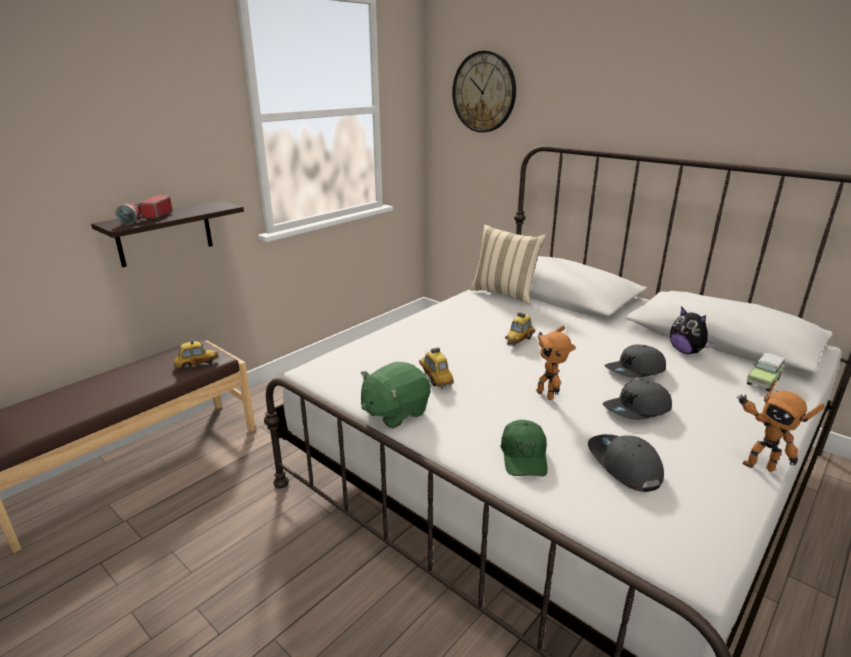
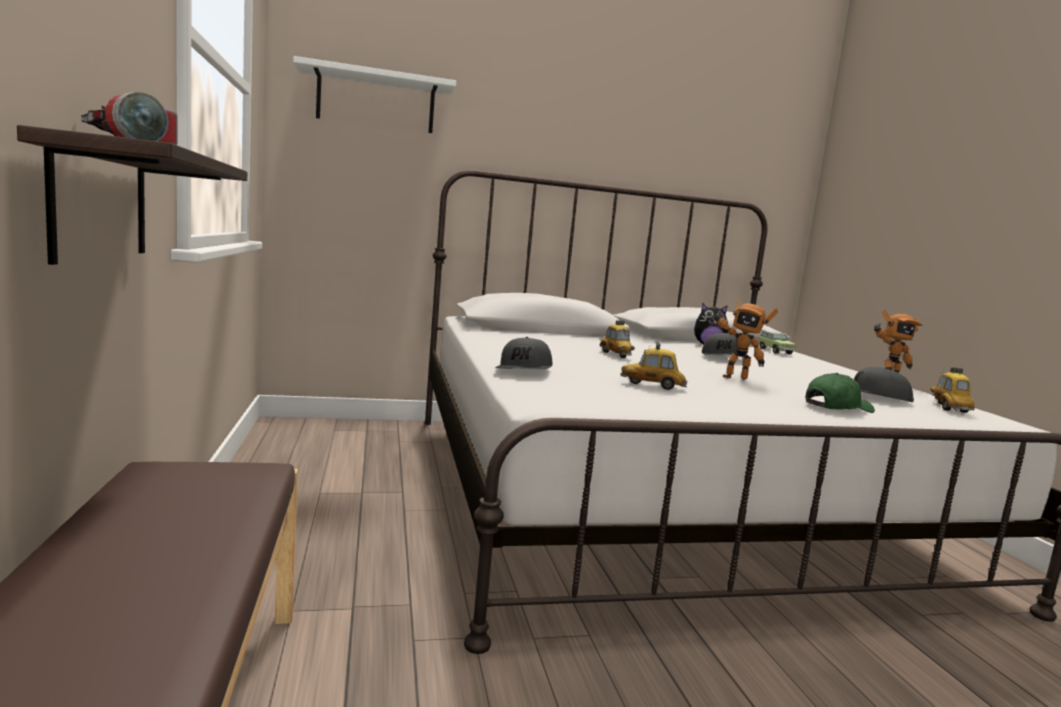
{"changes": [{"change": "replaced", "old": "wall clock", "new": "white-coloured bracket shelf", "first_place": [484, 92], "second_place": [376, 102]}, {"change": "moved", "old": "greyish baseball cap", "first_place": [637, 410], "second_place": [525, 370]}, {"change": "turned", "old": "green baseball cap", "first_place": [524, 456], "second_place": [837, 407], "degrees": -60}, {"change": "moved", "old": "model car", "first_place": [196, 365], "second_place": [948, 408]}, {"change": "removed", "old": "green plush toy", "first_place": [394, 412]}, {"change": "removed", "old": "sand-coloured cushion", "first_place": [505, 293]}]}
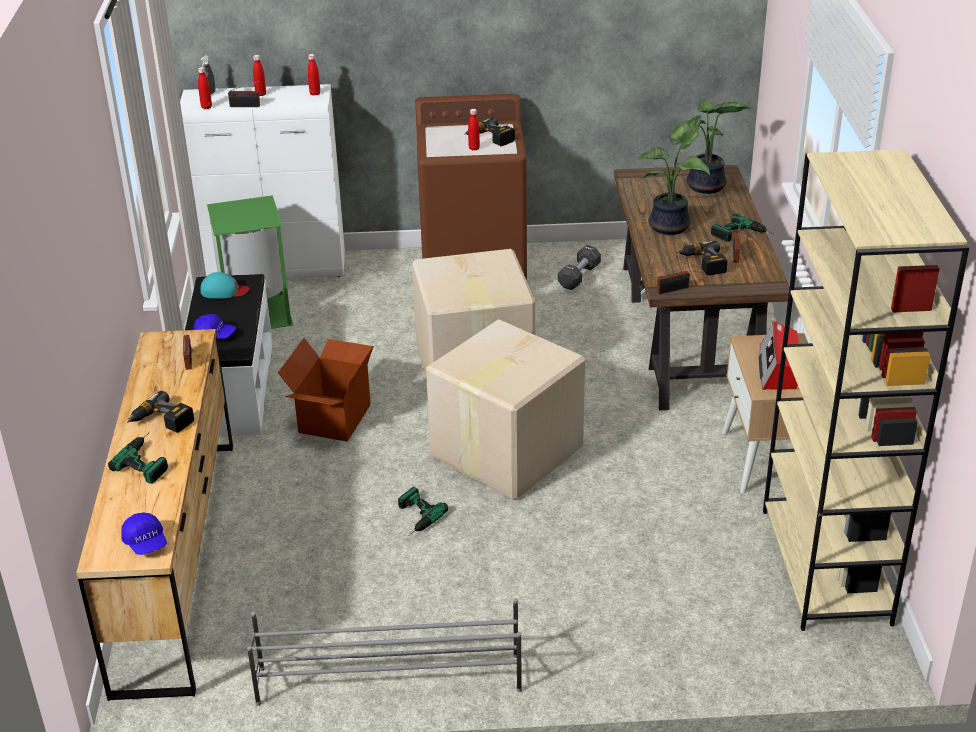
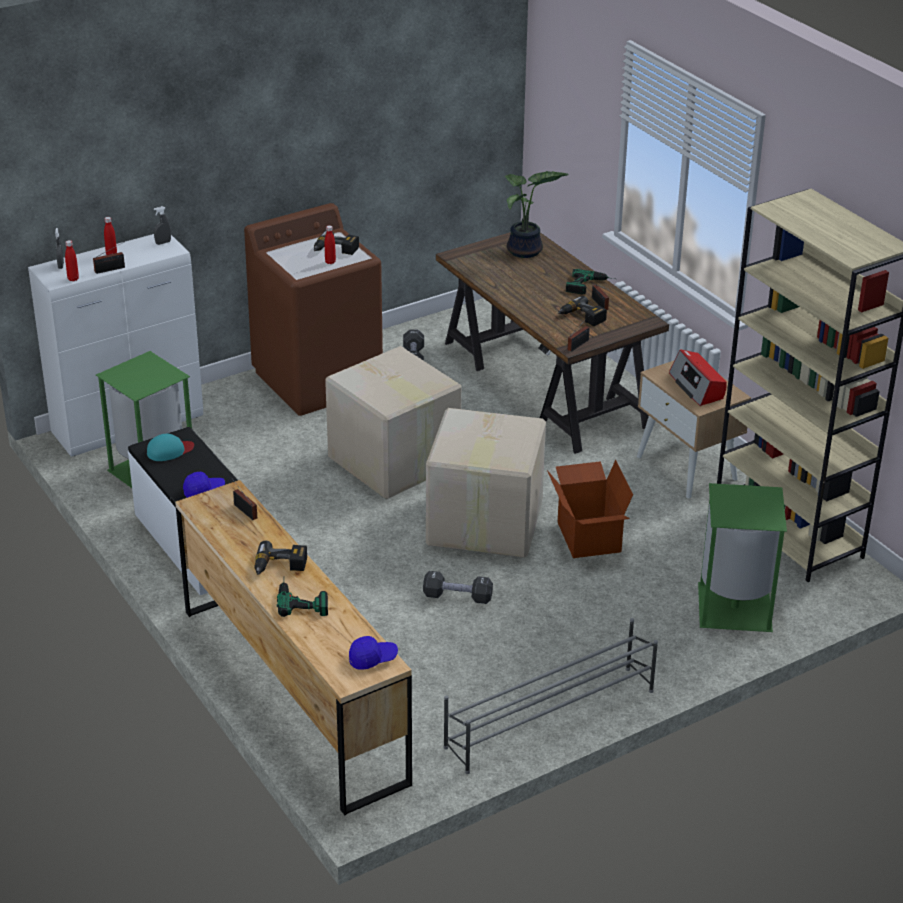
{"changes": [{"change": "replaced", "old": "red-coloured beverage bottle", "new": "greyish spray bottle", "first_place": [315, 93], "second_place": [163, 243]}, {"change": "turned", "old": "blue-coloured baseball cap", "first_place": [146, 543], "second_place": [372, 659], "degrees": -45}, {"change": "replaced", "old": "power drill", "new": "black-coloured dumbbell", "first_place": [414, 518], "second_place": [457, 597]}, {"change": "moved", "old": "cardboard box", "first_place": [333, 418], "second_place": [587, 537]}, {"change": "added", "new": "green trash can", "second_place": [736, 608]}, {"change": "removed", "old": "plant in a pot", "first_place": [672, 226]}]}
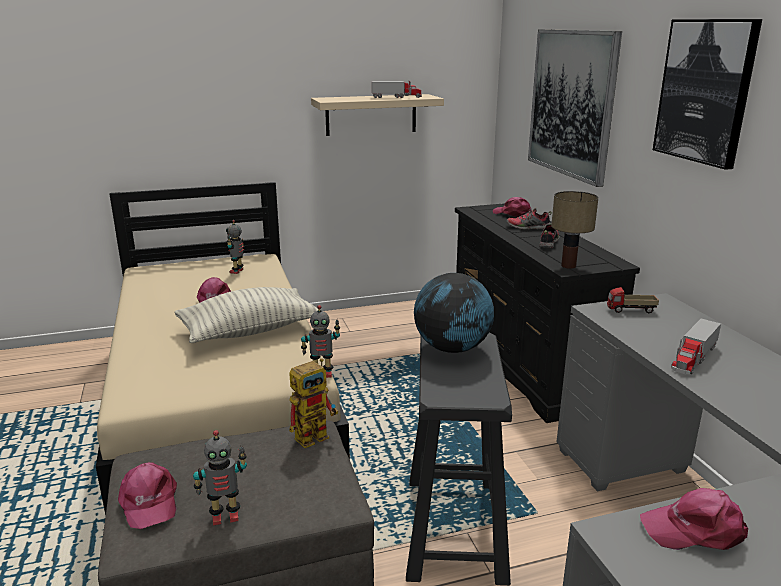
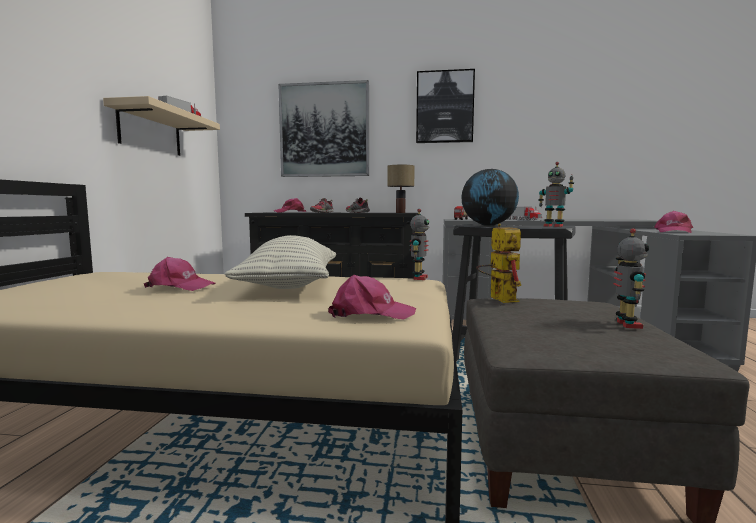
{"changes": [{"change": "moved", "old": "pinkish baseball cap", "first_place": [148, 502], "second_place": [370, 313]}, {"change": "moved", "old": "robot figure", "first_place": [237, 271], "second_place": [553, 226]}]}
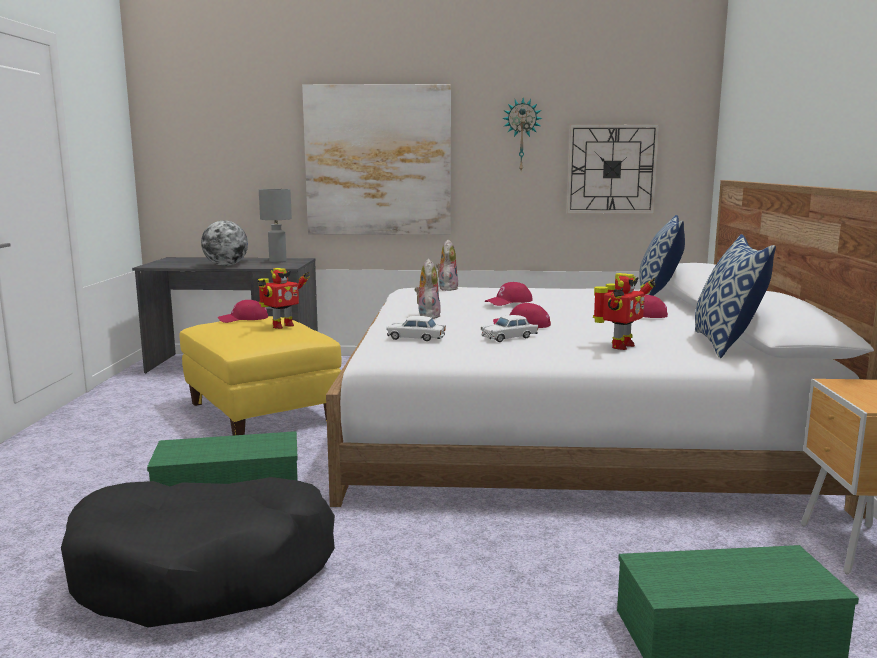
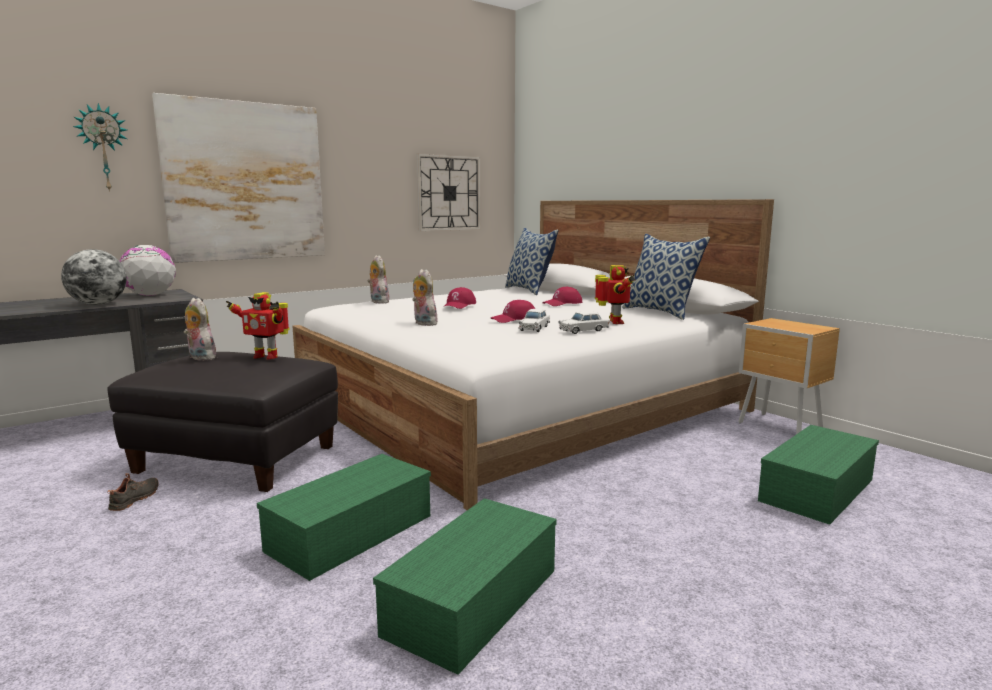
{"changes": [{"change": "moved", "old": "wall clock", "first_place": [521, 135], "second_place": [103, 148]}, {"change": "recoloured", "old": "yellow footrest", "new": "black-coloured footrest", "first_place": [261, 412], "second_place": [237, 459]}, {"change": "added", "new": "black-coloured item of footwear", "second_place": [136, 499]}, {"change": "replaced", "old": "greyish lamp for a table", "new": "world globe", "first_place": [277, 261], "second_place": [150, 295]}, {"change": "replaced", "old": "red-coloured baseball cap", "new": "plush toy", "first_place": [243, 319], "second_place": [200, 358]}, {"change": "turned", "old": "robot figure", "first_place": [281, 326], "second_place": [266, 356], "degrees": 105}, {"change": "replaced", "old": "black-coloured pet bed", "new": "green storage box", "first_place": [204, 572], "second_place": [473, 603]}, {"change": "moved", "old": "white-coloured model car", "first_place": [416, 338], "second_place": [583, 330]}]}
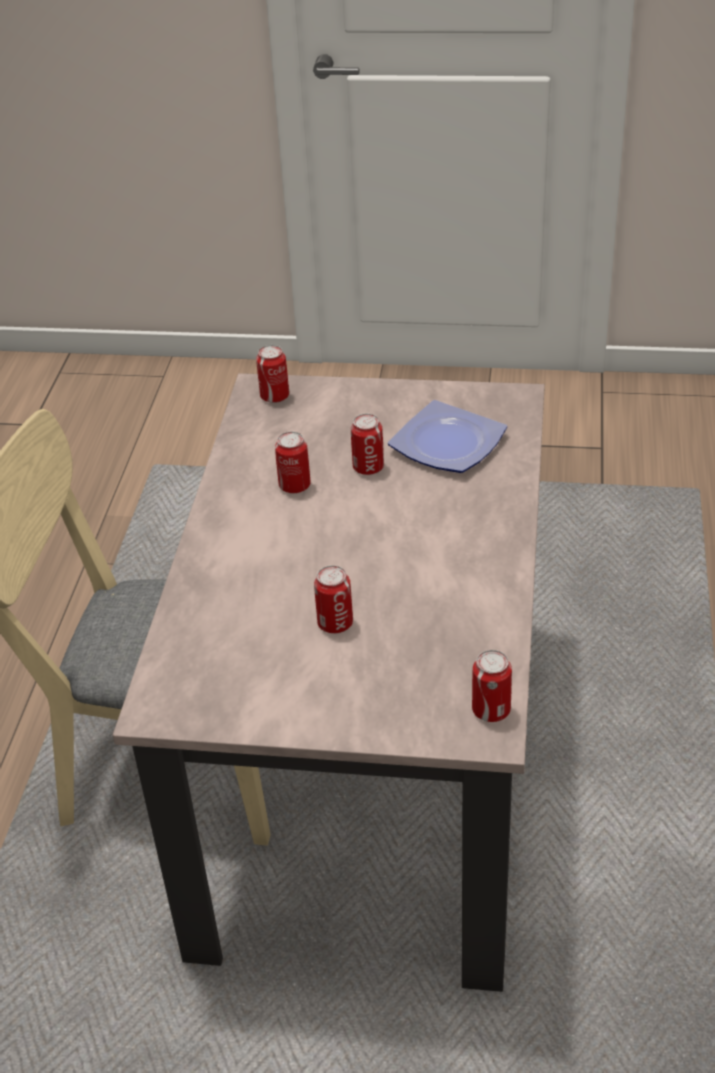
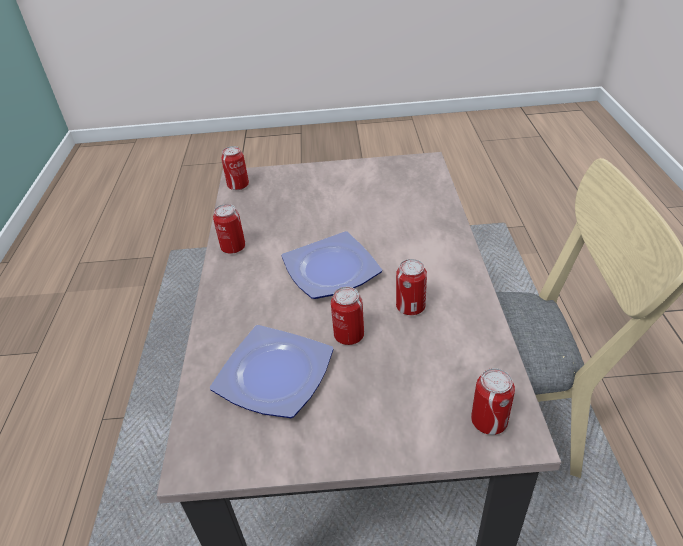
{"changes": [{"change": "moved", "old": "metal can", "first_place": [335, 623], "second_place": [233, 247]}, {"change": "added", "new": "plate", "second_place": [329, 270]}]}
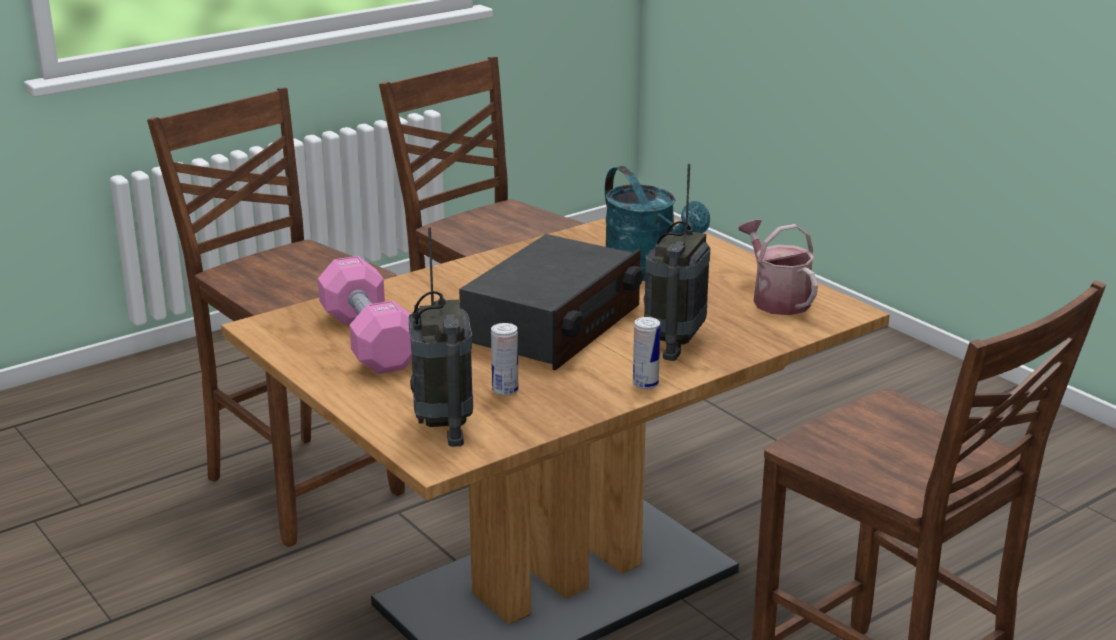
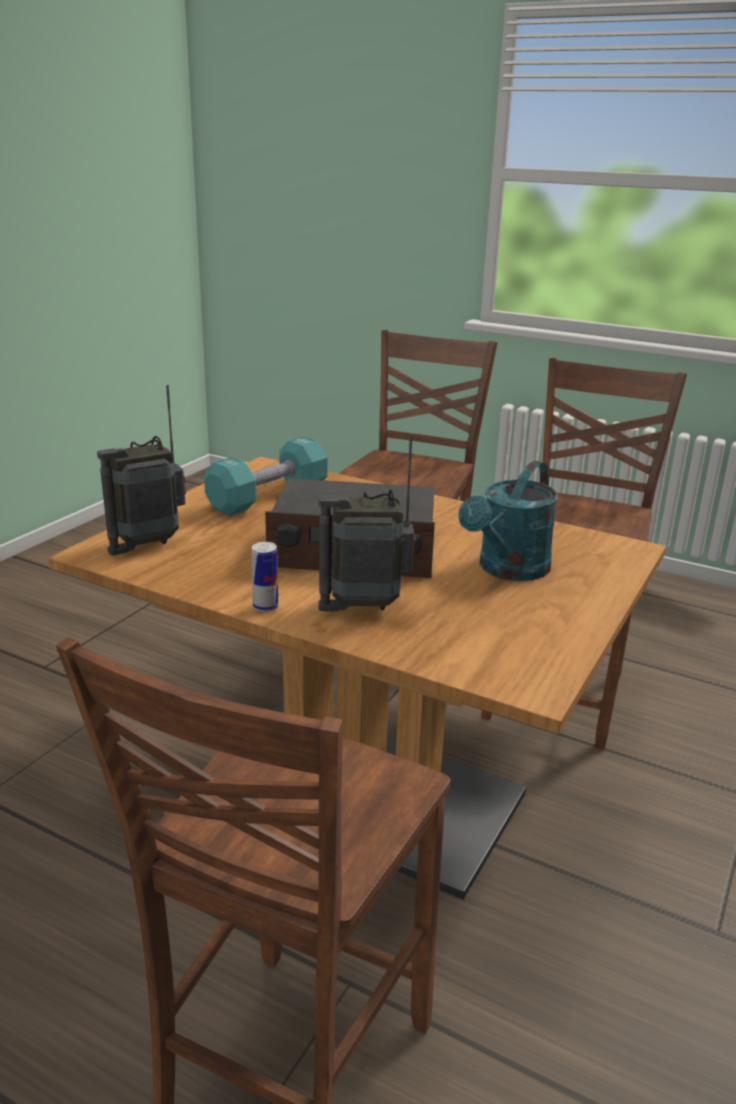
{"changes": [{"change": "recoloured", "old": "pinkish dumbbell", "new": "blue-green dumbbell", "first_place": [369, 340], "second_place": [268, 497]}, {"change": "removed", "old": "metal can", "first_place": [505, 390]}, {"change": "removed", "old": "sprinkling can", "first_place": [776, 299]}]}
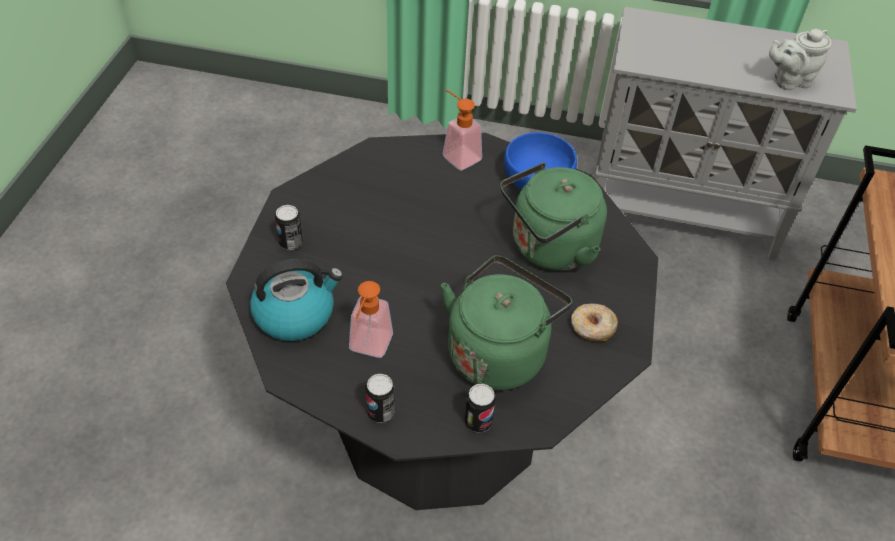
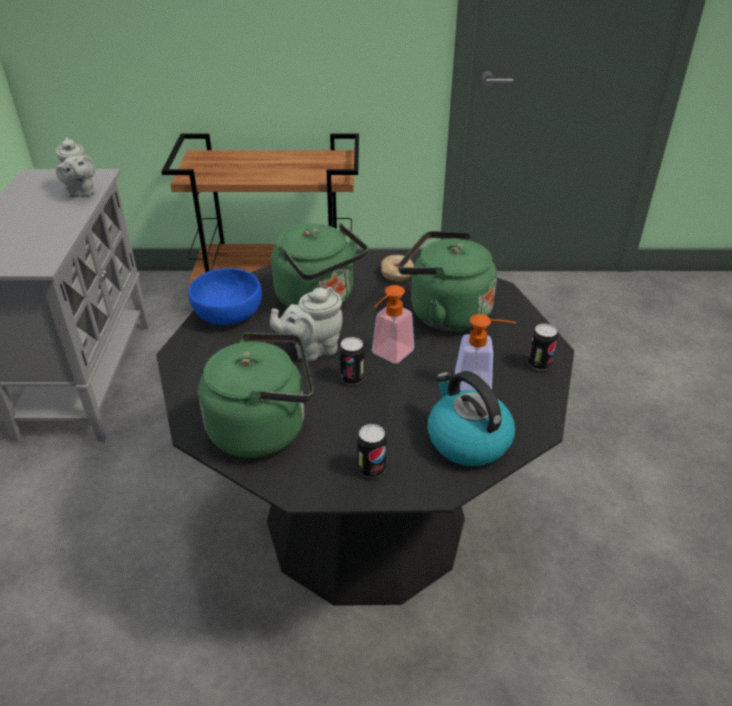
{"changes": [{"change": "added", "new": "green tea kettle", "second_place": [264, 428]}, {"change": "added", "new": "greyish pot for tea", "second_place": [312, 349]}, {"change": "moved", "old": "metal can", "first_place": [478, 422], "second_place": [352, 378]}, {"change": "moved", "old": "soap bottle", "first_place": [457, 155], "second_place": [388, 355]}]}
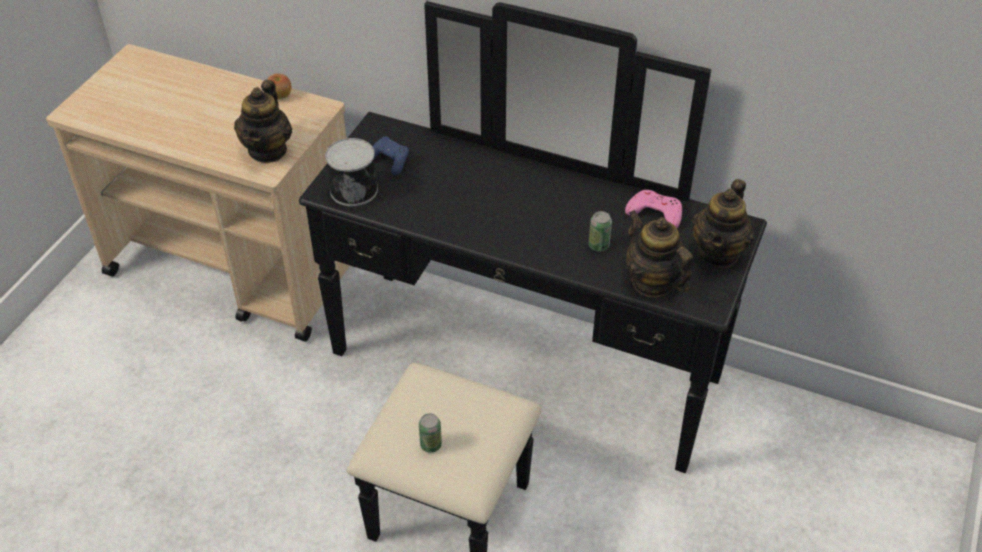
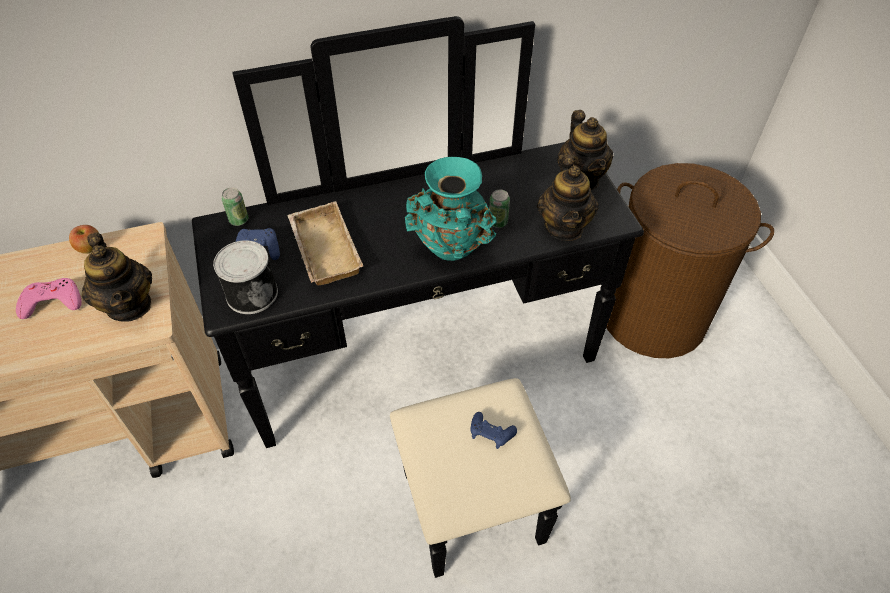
{"changes": [{"change": "moved", "old": "pinkish game controller", "first_place": [655, 213], "second_place": [52, 302]}, {"change": "moved", "old": "metal can", "first_place": [431, 445], "second_place": [239, 220]}, {"change": "added", "new": "sand-coloured carrying tray", "second_place": [322, 249]}, {"change": "added", "new": "blue-green vase", "second_place": [451, 250]}, {"change": "added", "new": "blue-coloured game controller", "second_place": [490, 435]}, {"change": "turned", "old": "pot for tea", "first_place": [653, 282], "second_place": [564, 227], "degrees": -105}, {"change": "added", "new": "brown laundry basket", "second_place": [653, 316]}]}
